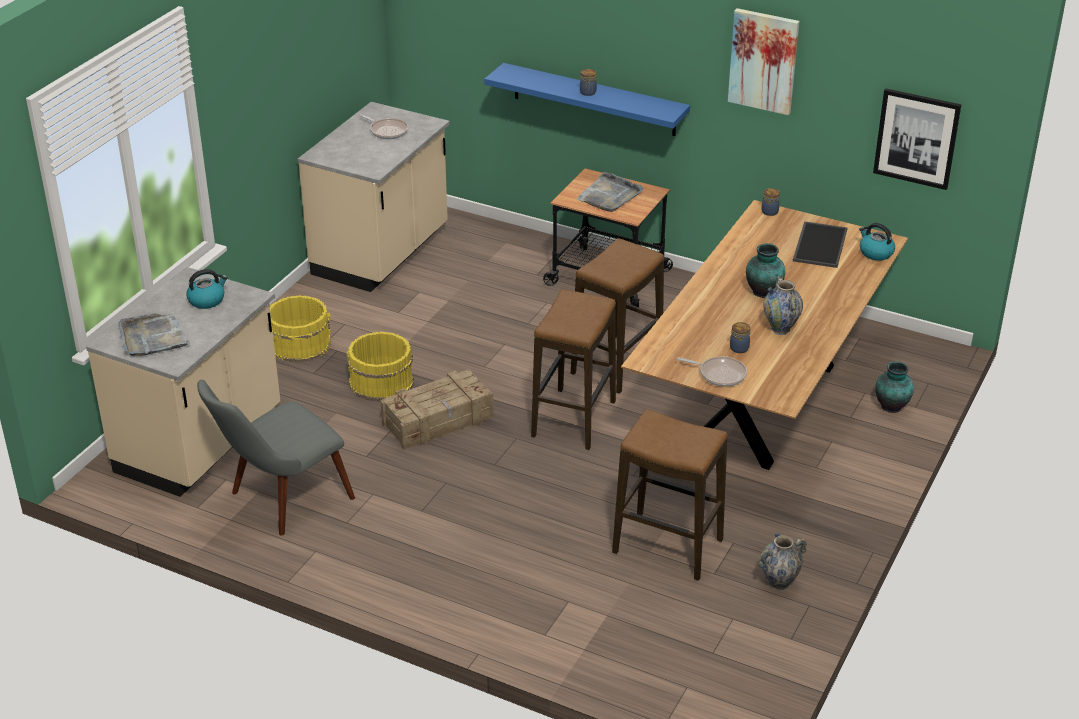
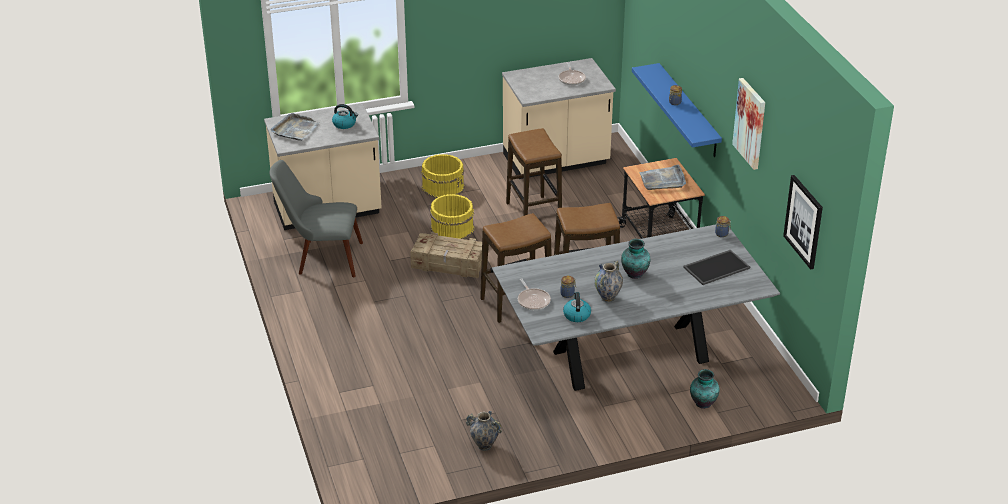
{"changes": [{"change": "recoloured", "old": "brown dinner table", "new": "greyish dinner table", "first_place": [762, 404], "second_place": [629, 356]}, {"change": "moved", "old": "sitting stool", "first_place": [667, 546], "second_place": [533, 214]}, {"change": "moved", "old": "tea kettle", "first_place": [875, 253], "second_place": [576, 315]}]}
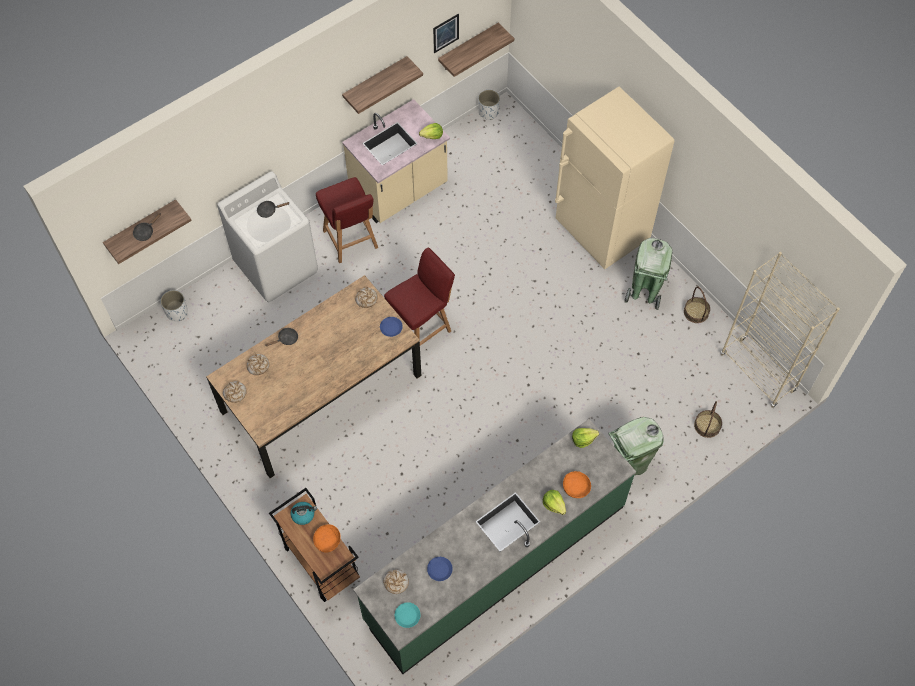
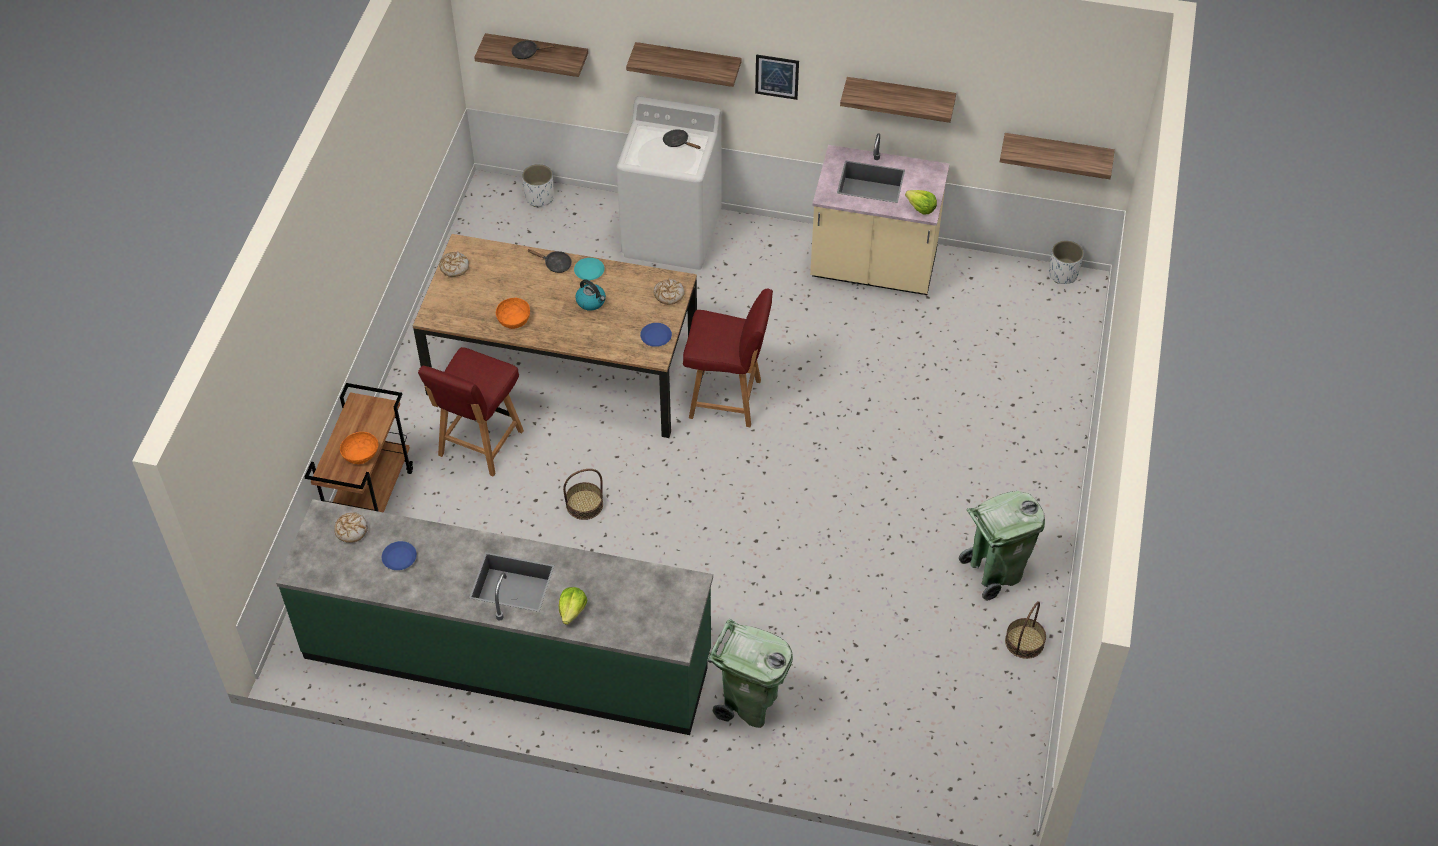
{"changes": [{"change": "moved", "old": "red-coloured upright chair", "first_place": [351, 240], "second_place": [479, 444]}, {"change": "moved", "old": "orange serving bowl", "first_place": [575, 488], "second_place": [514, 320]}, {"change": "moved", "old": "household basket", "first_place": [707, 425], "second_place": [584, 504]}, {"change": "moved", "old": "blue-green plate", "first_place": [407, 616], "second_place": [589, 271]}, {"change": "moved", "old": "tea kettle", "first_place": [303, 514], "second_place": [591, 302]}, {"change": "added", "new": "bracket shelf", "second_place": [688, 62]}, {"change": "moved", "old": "wall art", "first_place": [445, 33], "second_place": [777, 76]}, {"change": "removed", "old": "baked bread", "first_place": [258, 366]}, {"change": "removed", "old": "sand-coloured kitchen fridge", "first_place": [601, 232]}, {"change": "removed", "old": "lettuce head", "first_place": [583, 439]}, {"change": "removed", "old": "sand-coloured bookcase", "first_place": [757, 373]}]}
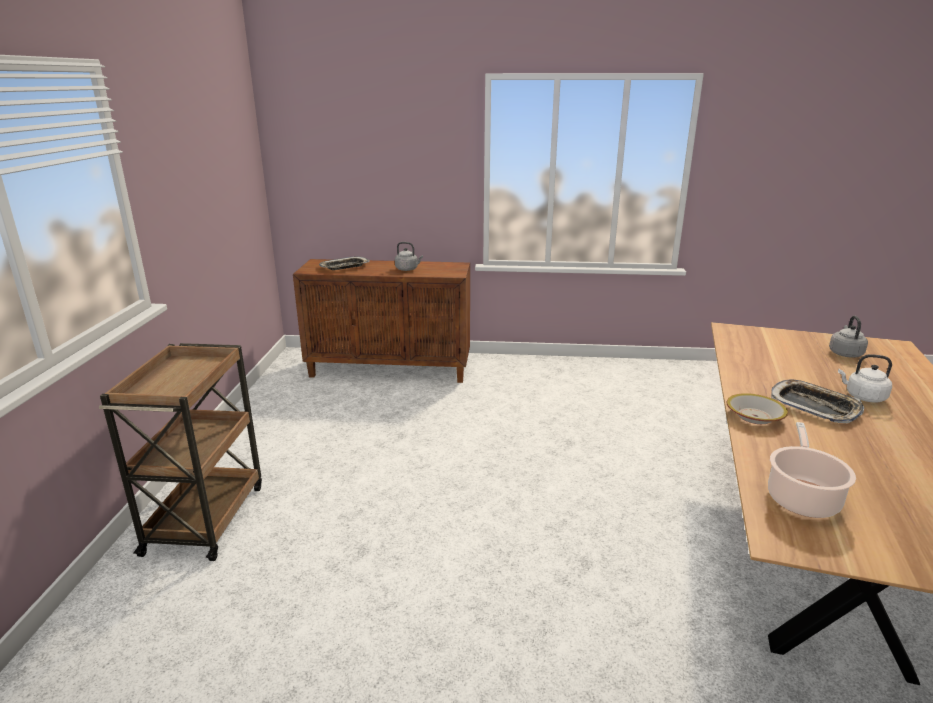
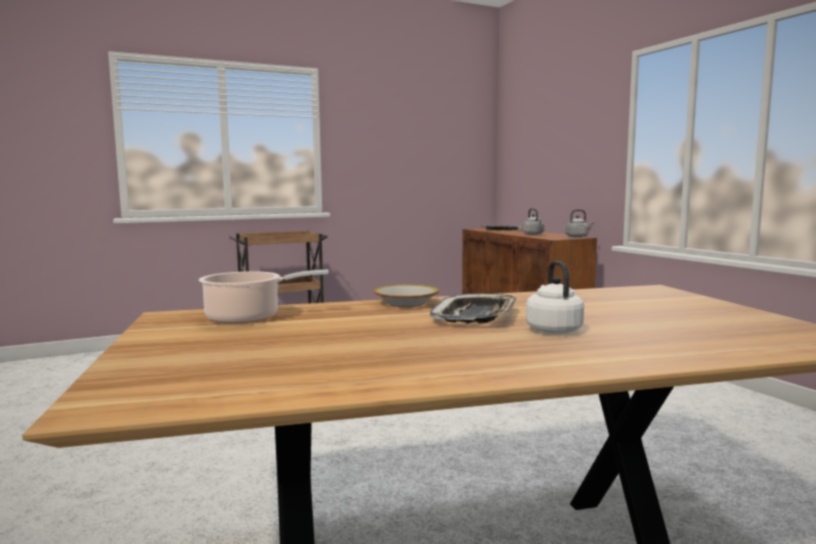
{"changes": [{"change": "moved", "old": "greyish tea kettle", "first_place": [845, 353], "second_place": [578, 236]}]}
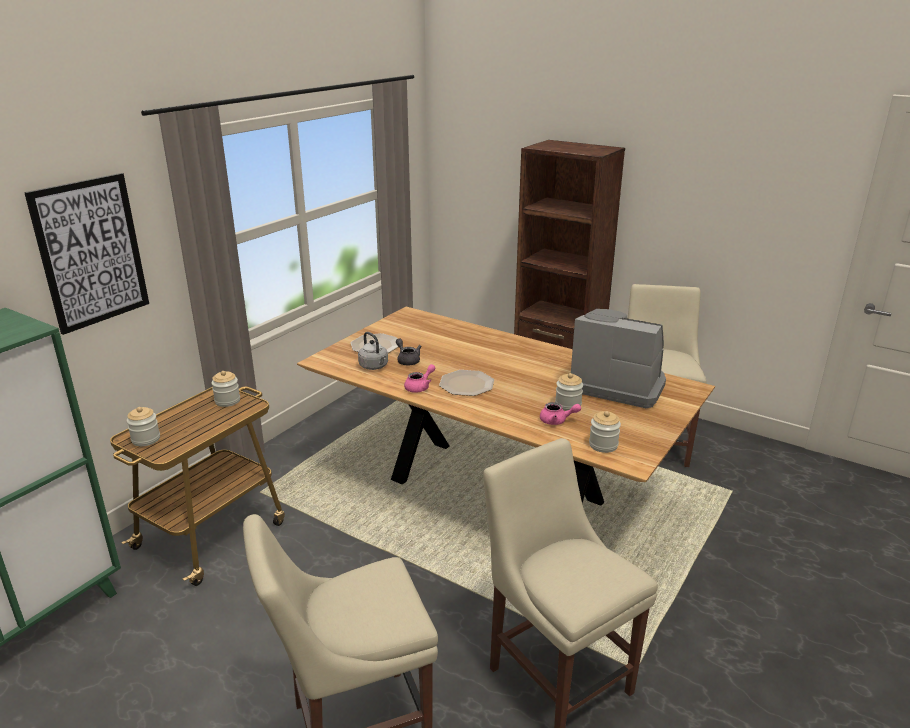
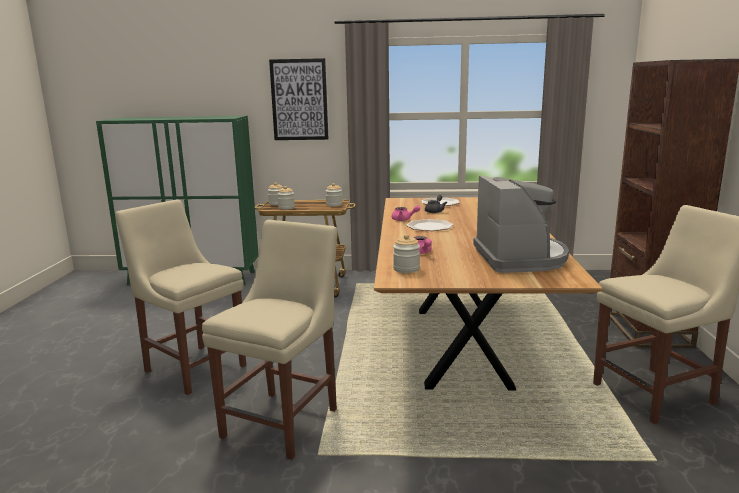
{"changes": [{"change": "moved", "old": "jar", "first_place": [568, 405], "second_place": [286, 208]}, {"change": "removed", "old": "greyish tea kettle", "first_place": [374, 366]}]}
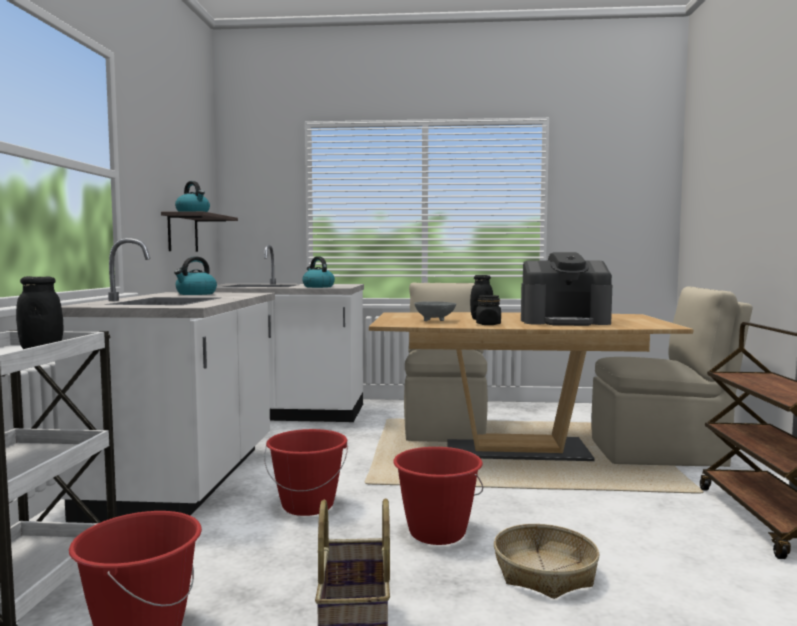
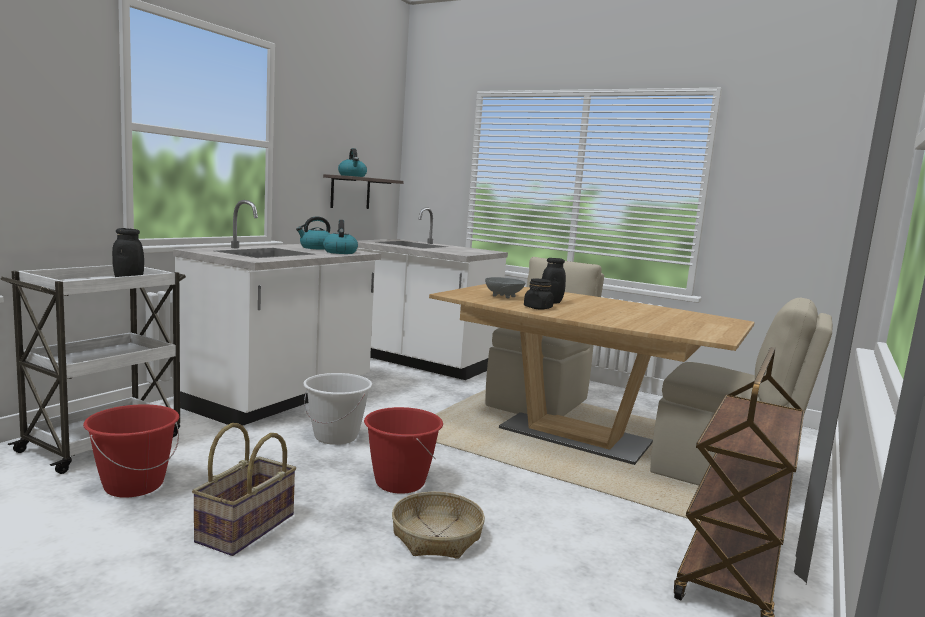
{"changes": [{"change": "recoloured", "old": "red-coloured bucket", "new": "white-coloured bucket", "first_place": [308, 505], "second_place": [336, 436]}, {"change": "moved", "old": "tea kettle", "first_place": [318, 287], "second_place": [340, 252]}, {"change": "removed", "old": "coffee maker", "first_place": [564, 321]}]}
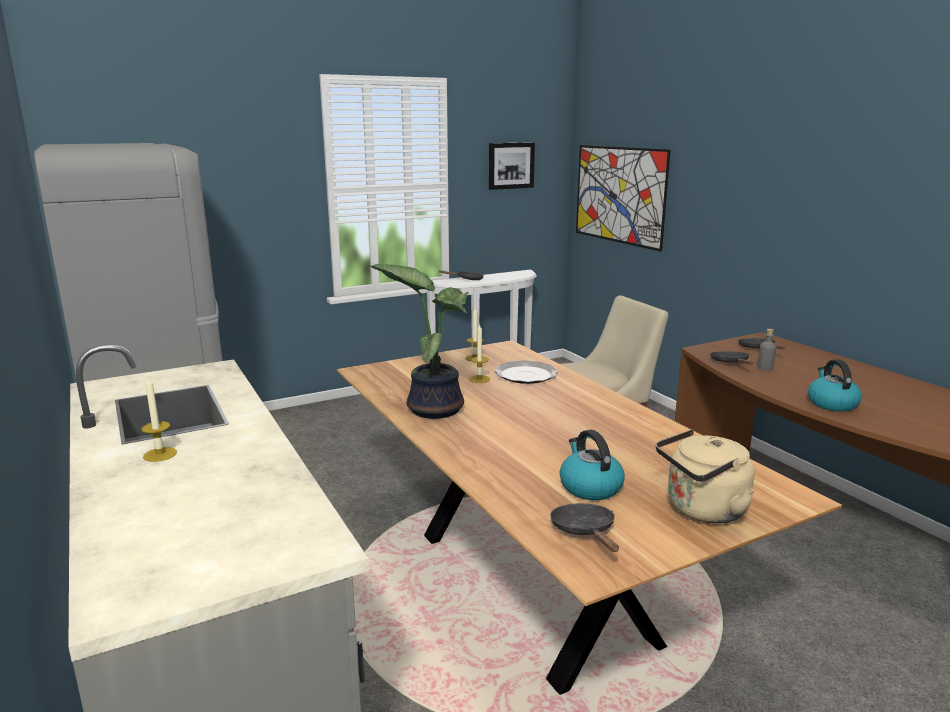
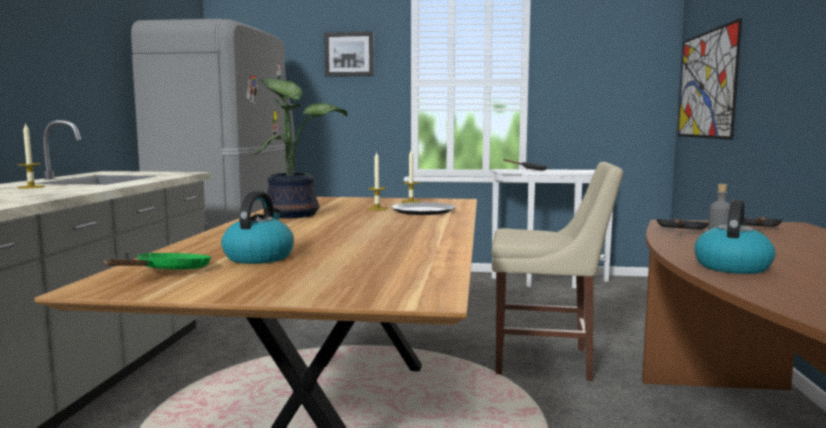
{"changes": [{"change": "recoloured", "old": "black-coloured pan", "new": "green pan", "first_place": [585, 531], "second_place": [169, 272]}, {"change": "moved", "old": "wall art", "first_place": [510, 165], "second_place": [349, 54]}, {"change": "removed", "old": "sand-coloured tea kettle", "first_place": [702, 510]}]}
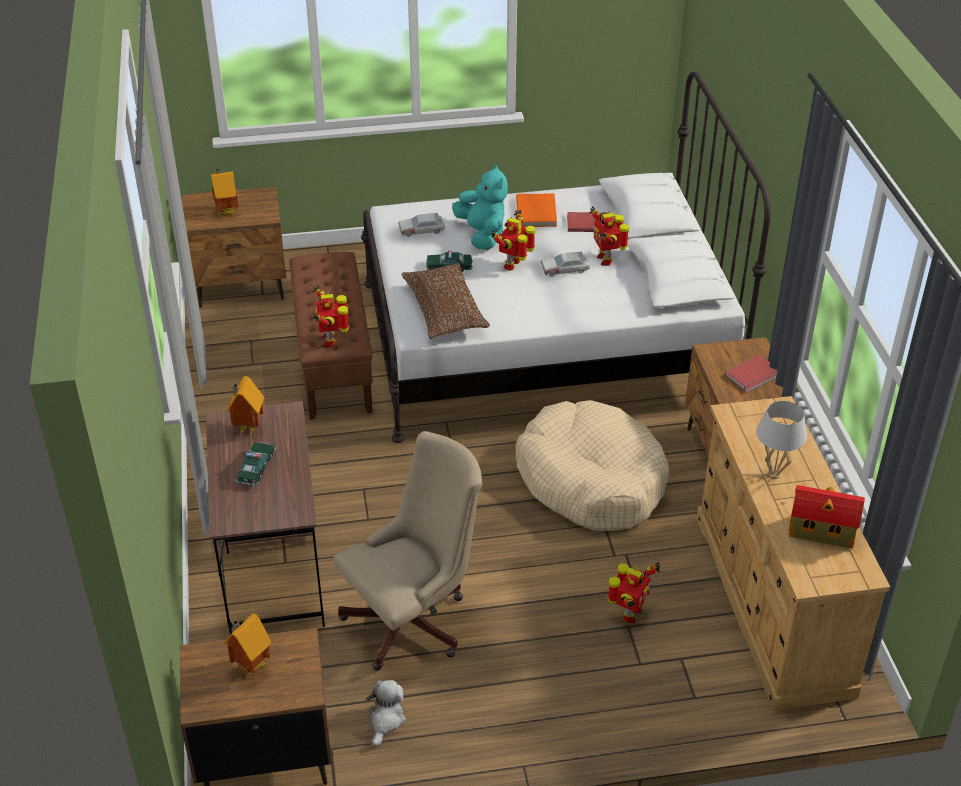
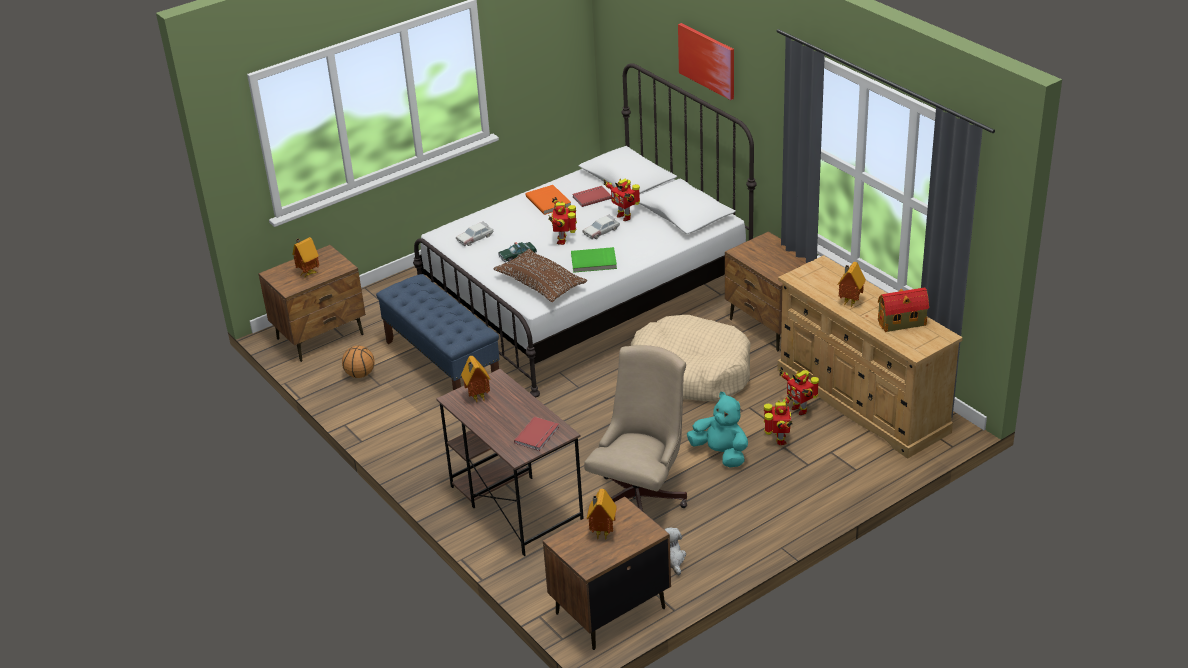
{"changes": [{"change": "added", "new": "ball for basketball", "second_place": [360, 374]}, {"change": "recoloured", "old": "brown long seat", "new": "blue-coloured long seat", "first_place": [334, 363], "second_place": [442, 363]}, {"change": "moved", "old": "red-coloured volume", "first_place": [754, 376], "second_place": [538, 435]}, {"change": "added", "new": "green volume", "second_place": [594, 262]}, {"change": "added", "new": "wall art", "second_place": [707, 60]}, {"change": "moved", "old": "blue-green plush toy", "first_place": [482, 235], "second_place": [721, 453]}, {"change": "moved", "old": "robot figure", "first_place": [331, 340], "second_place": [800, 409]}, {"change": "replaced", "old": "white-coloured lamp for a table", "new": "model house", "first_place": [774, 474], "second_place": [849, 302]}, {"change": "removed", "old": "model car", "first_place": [256, 468]}]}
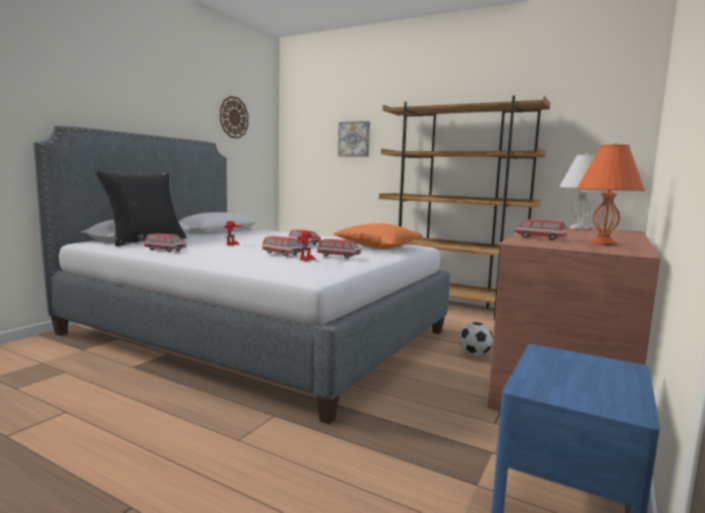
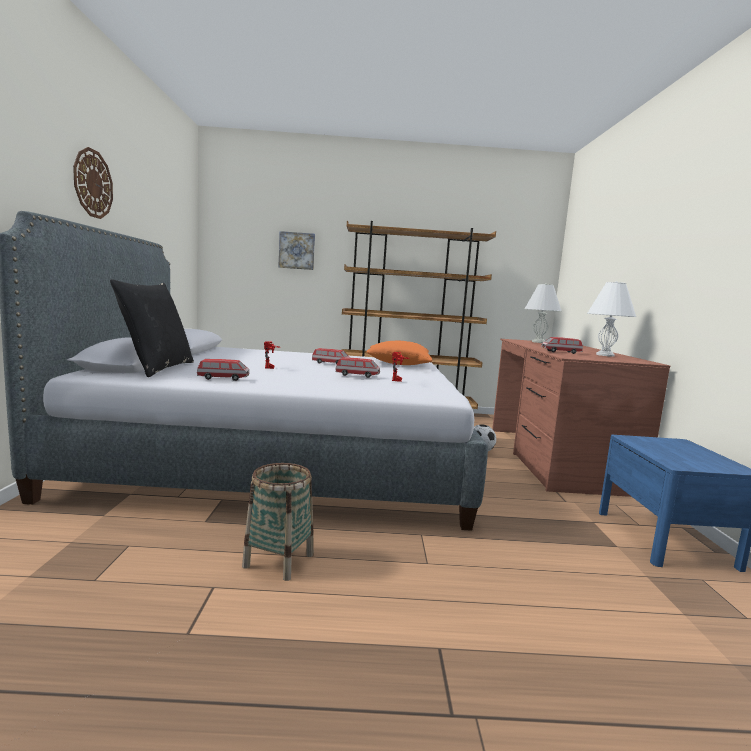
{"changes": [{"change": "moved", "old": "wall clock", "first_place": [233, 117], "second_place": [93, 183]}, {"change": "added", "new": "household basket", "second_place": [278, 560]}, {"change": "recoloured", "old": "orange lamp for a table", "new": "white-coloured lamp for a table", "first_place": [603, 243], "second_place": [605, 355]}, {"change": "removed", "old": "model car", "first_place": [338, 256]}]}
